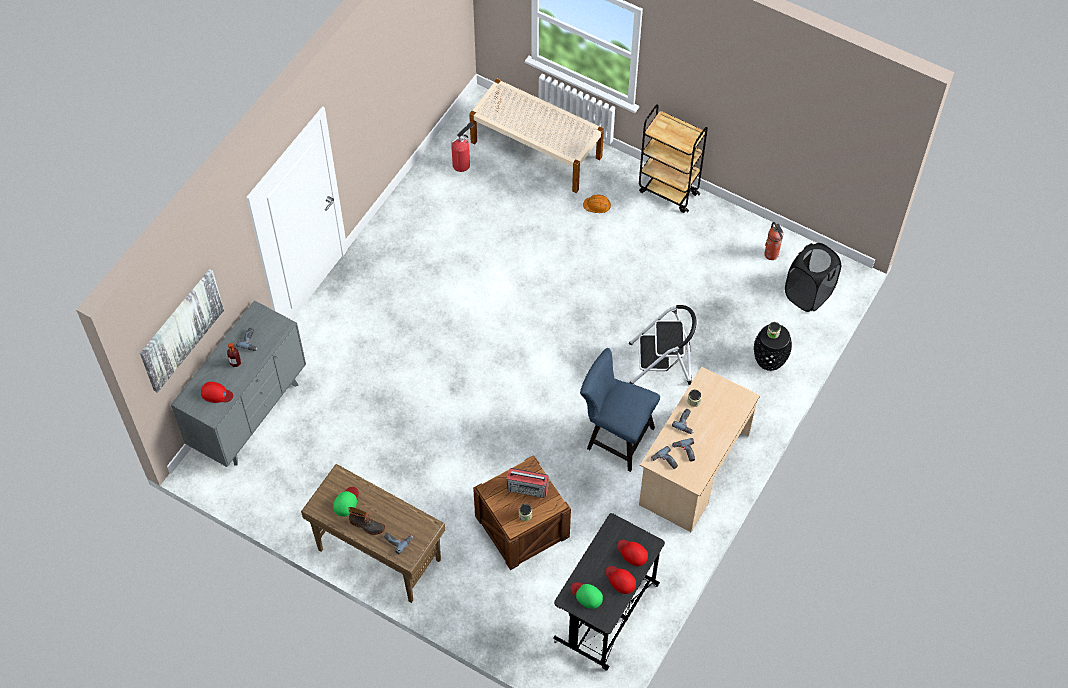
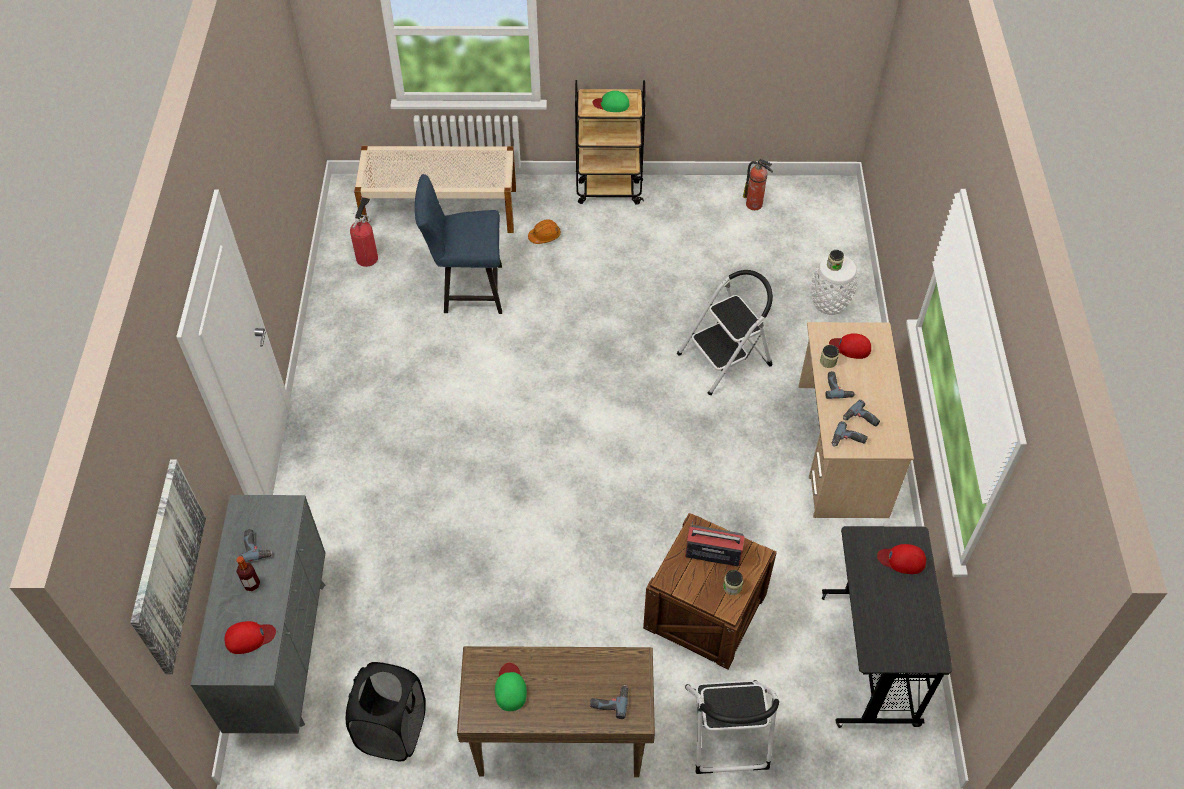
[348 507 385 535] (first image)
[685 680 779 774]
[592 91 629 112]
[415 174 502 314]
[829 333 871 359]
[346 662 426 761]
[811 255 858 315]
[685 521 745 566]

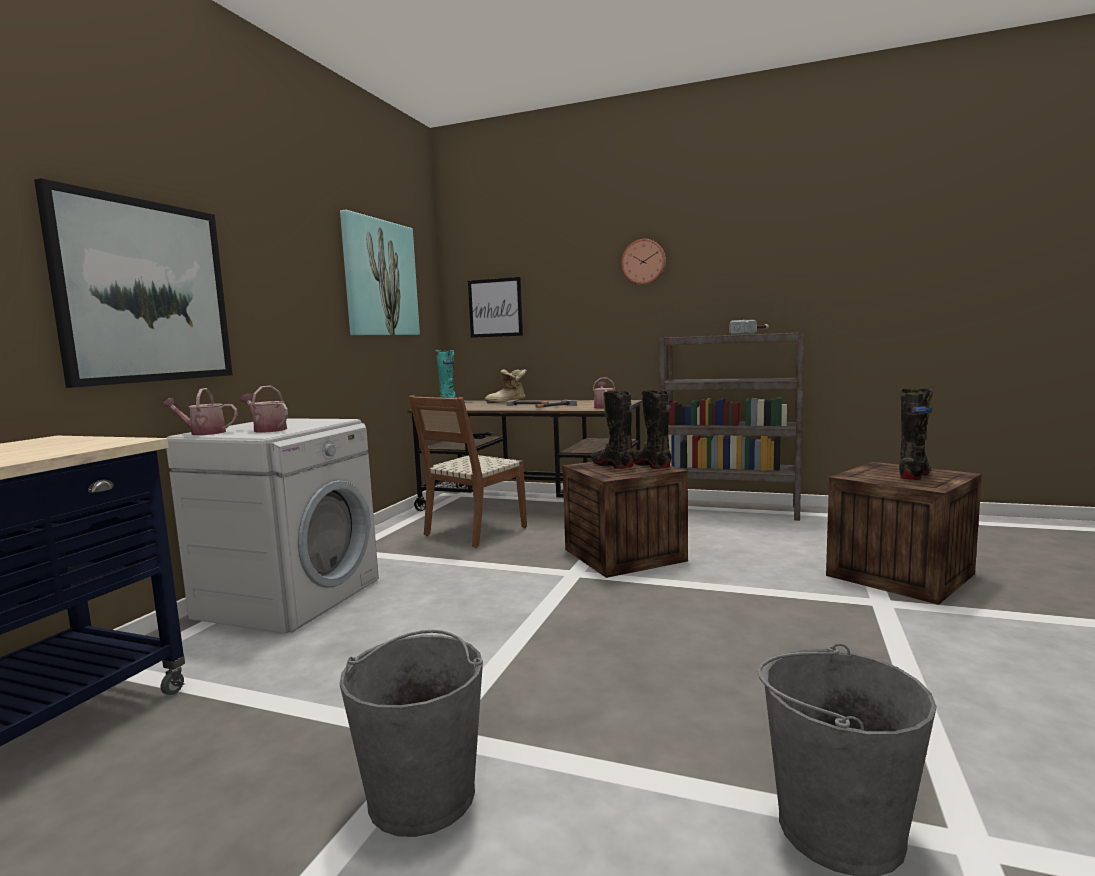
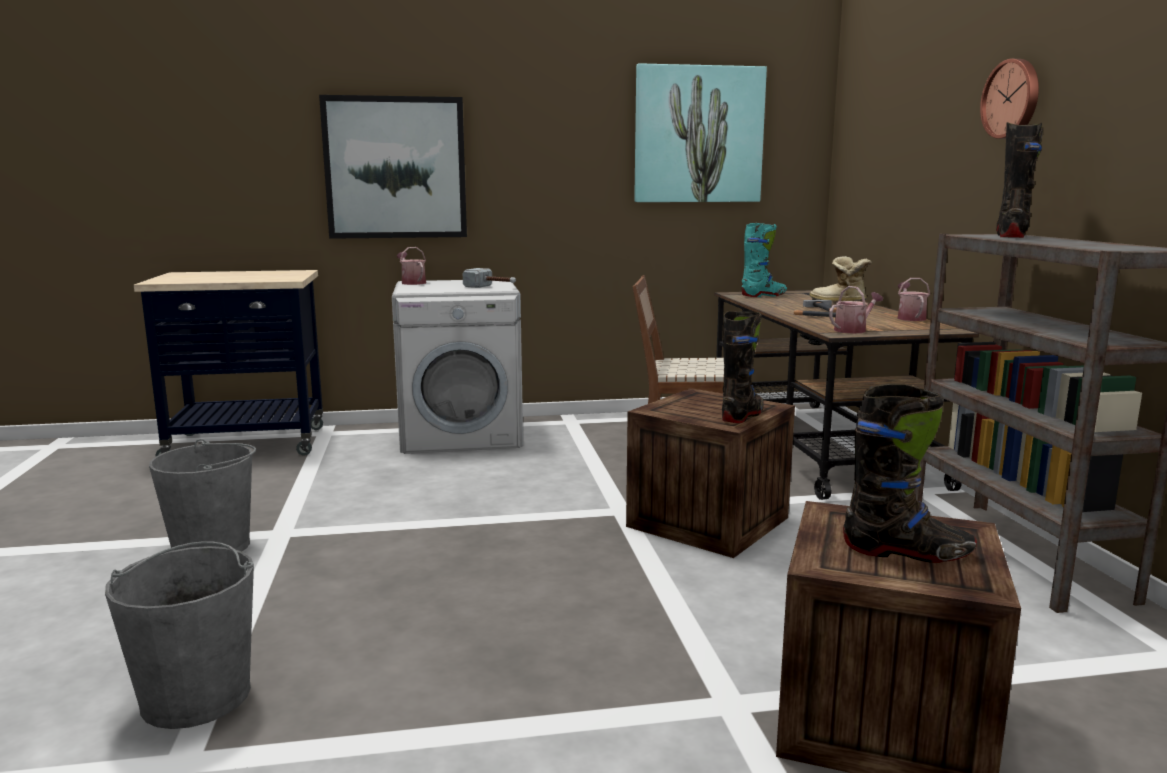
[468 277 523 338] (first image)
[897 278 930 321]
[996 122 1043 238]
[463 268 516 288]

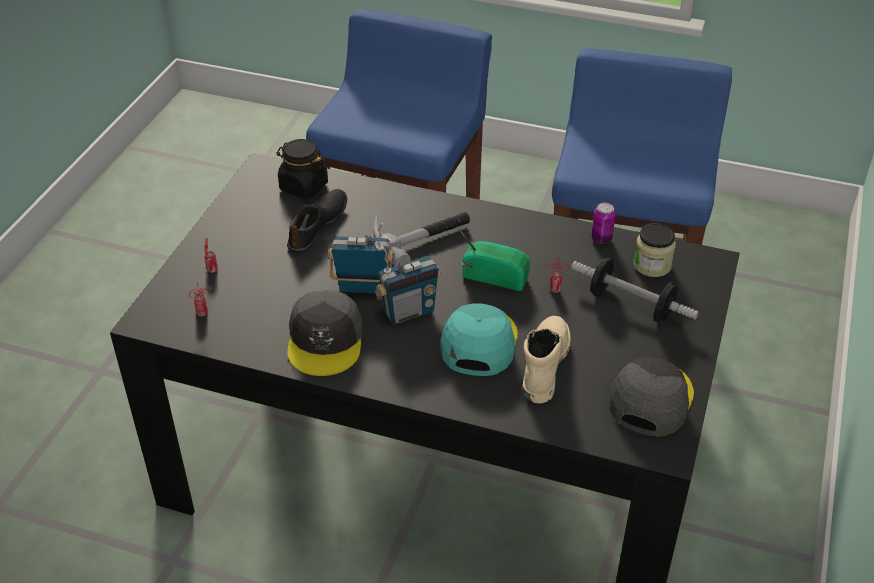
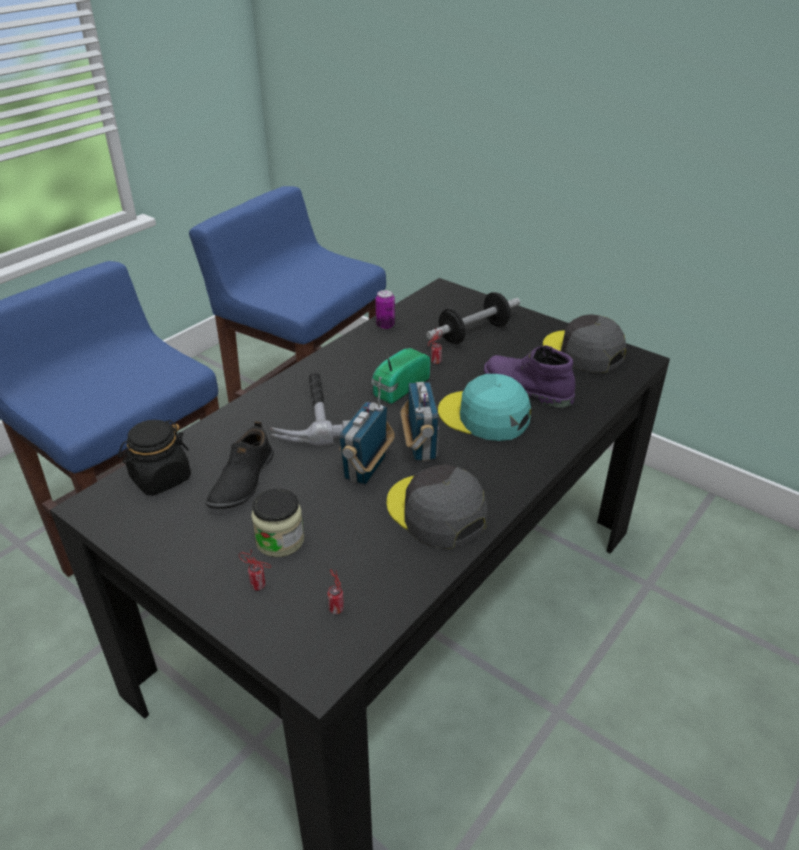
[251 489 304 557]
[484 345 575 408]
[205 421 274 509]
[387 464 487 549]

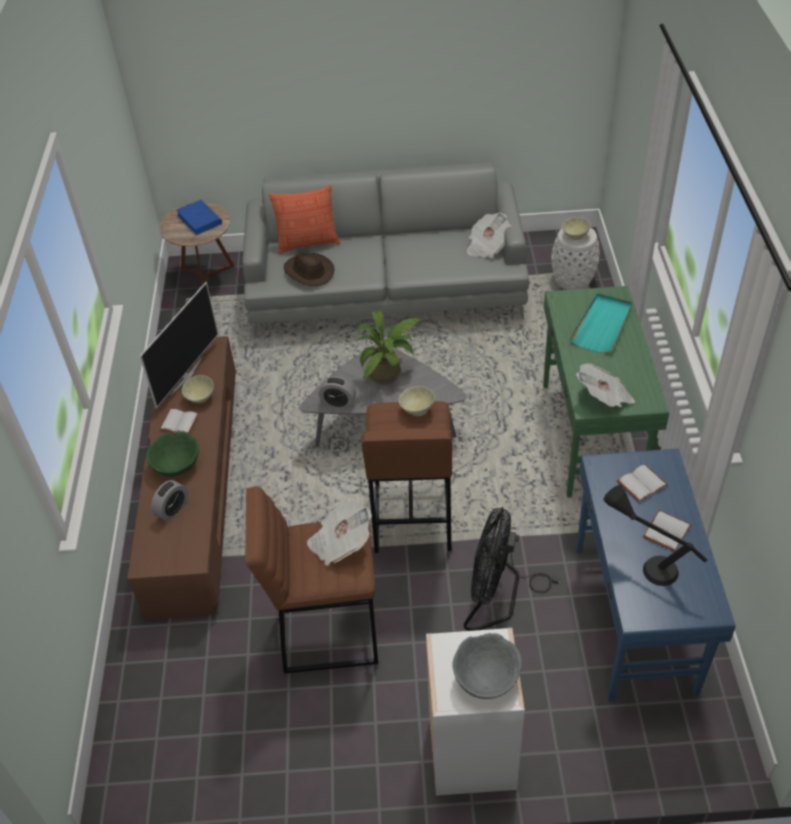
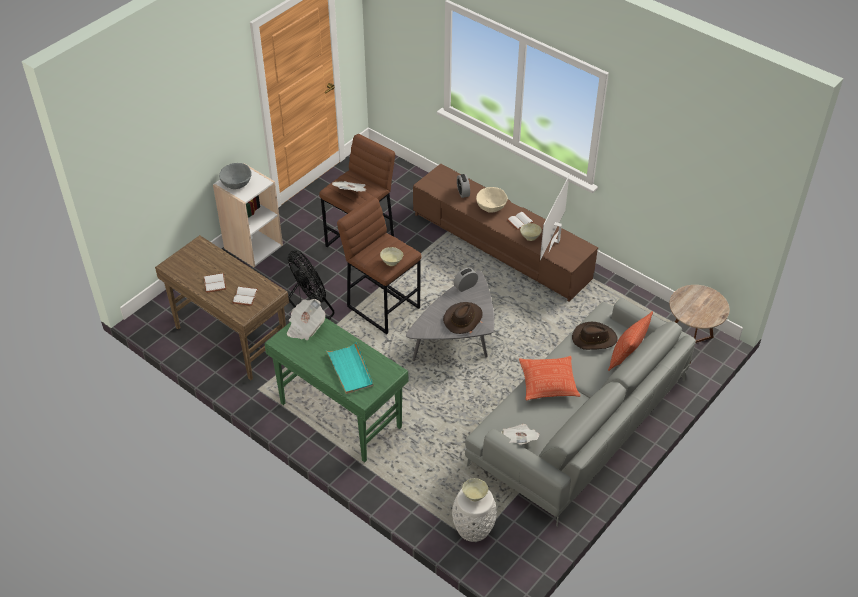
[176 200 222 235] (first image)
[603 485 708 586] (first image)
[519 356 580 401]
[443 302 483 334]
[476 187 508 212]
[155 235 289 380]
[540 176 569 260]

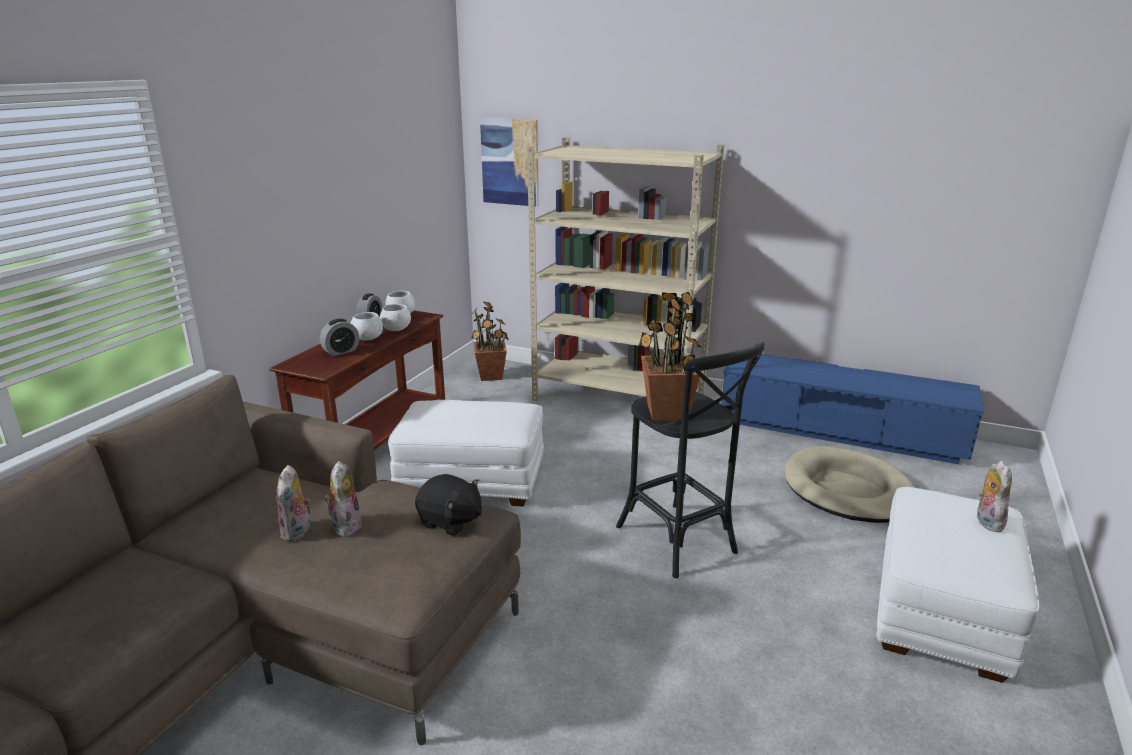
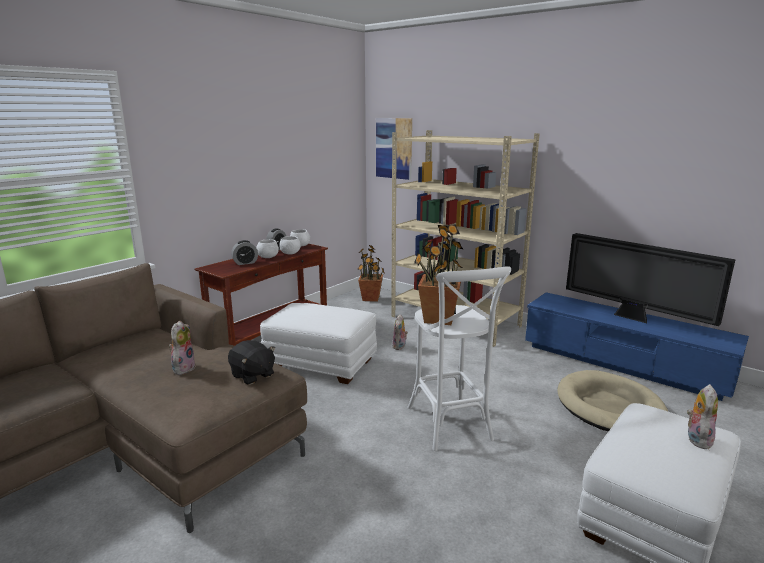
[566 233 736 326]
[392 314 408 350]
[407 266 511 451]

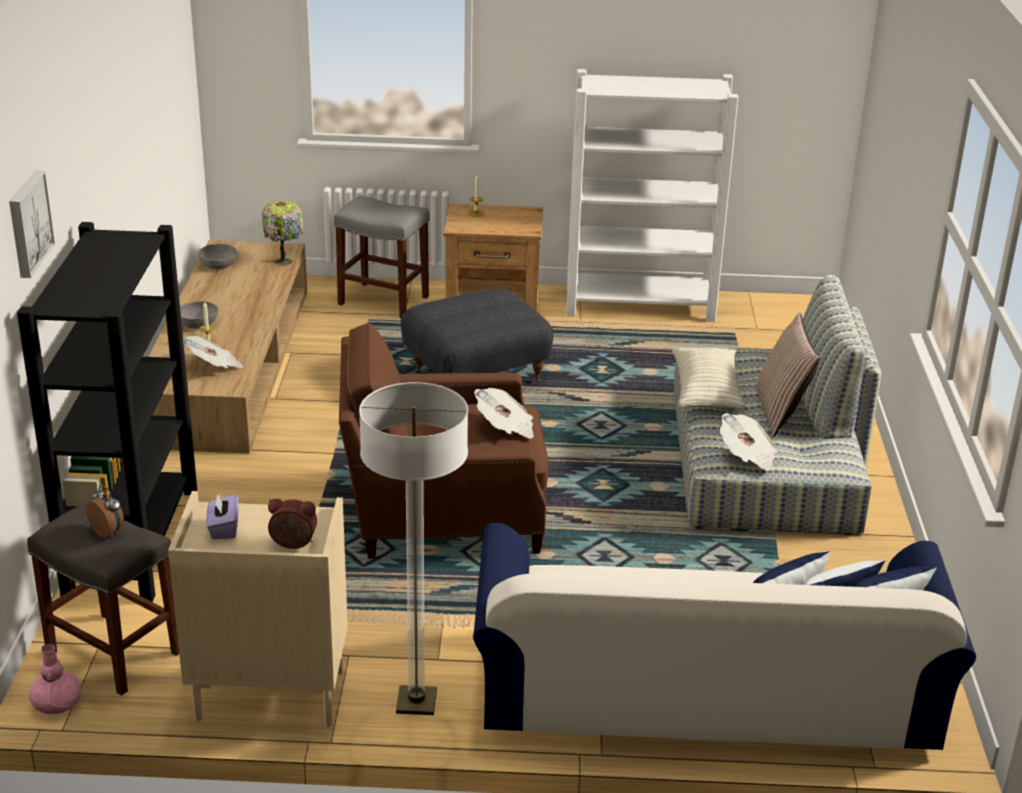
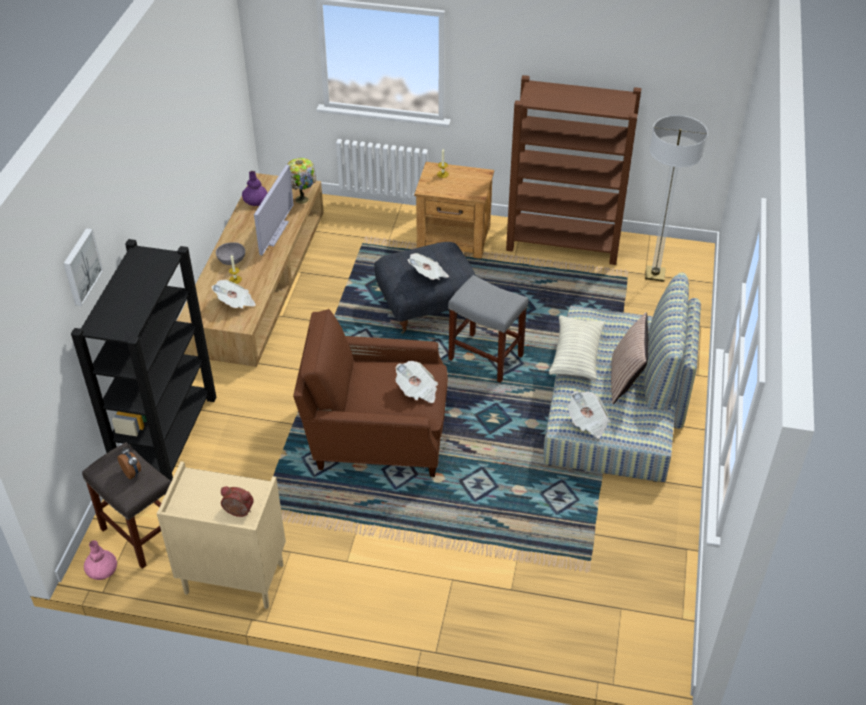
[206 493 239 539] (first image)
[473 523 976 750] (first image)
[254 165 294 255]
[407 253 449 280]
[448 275 528 383]
[645 115 708 282]
[242 171 267 206]
[506 75 641 265]

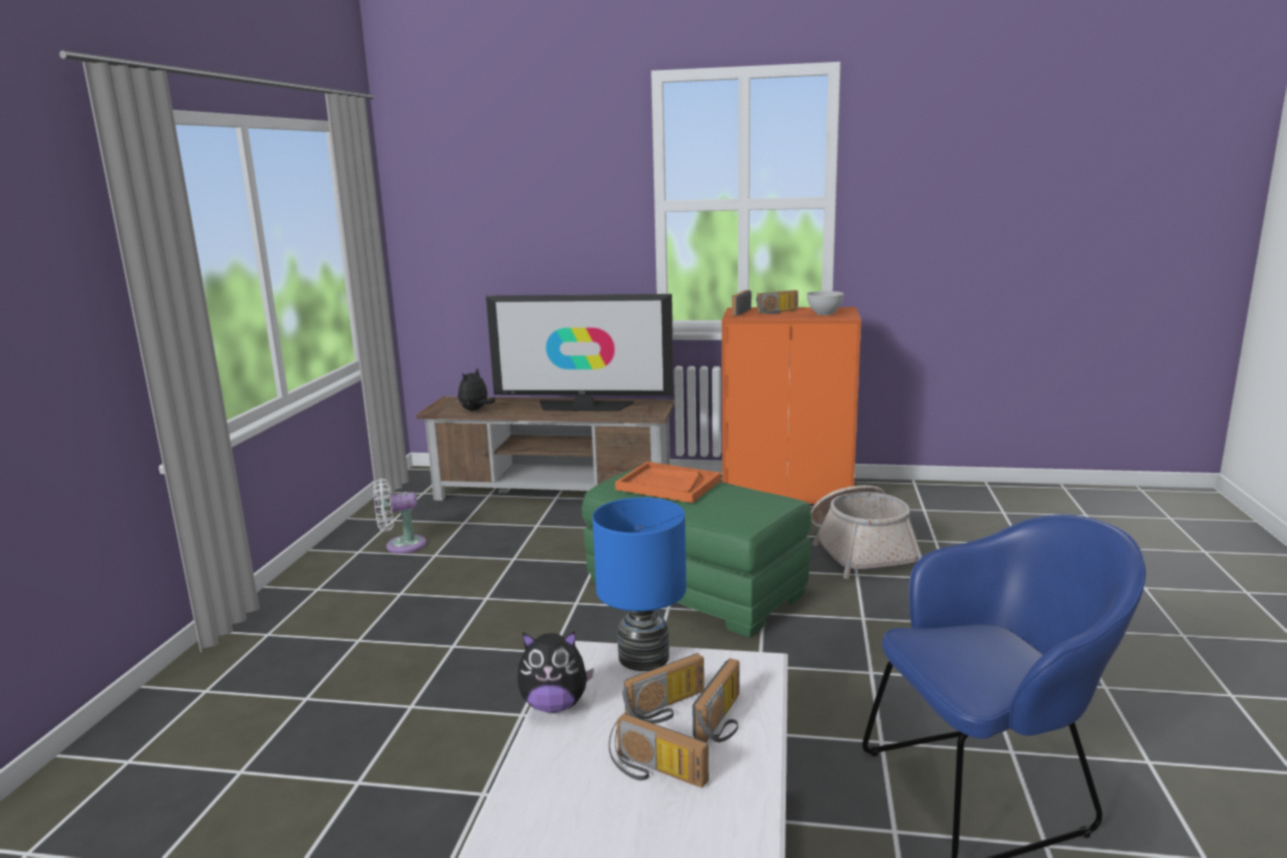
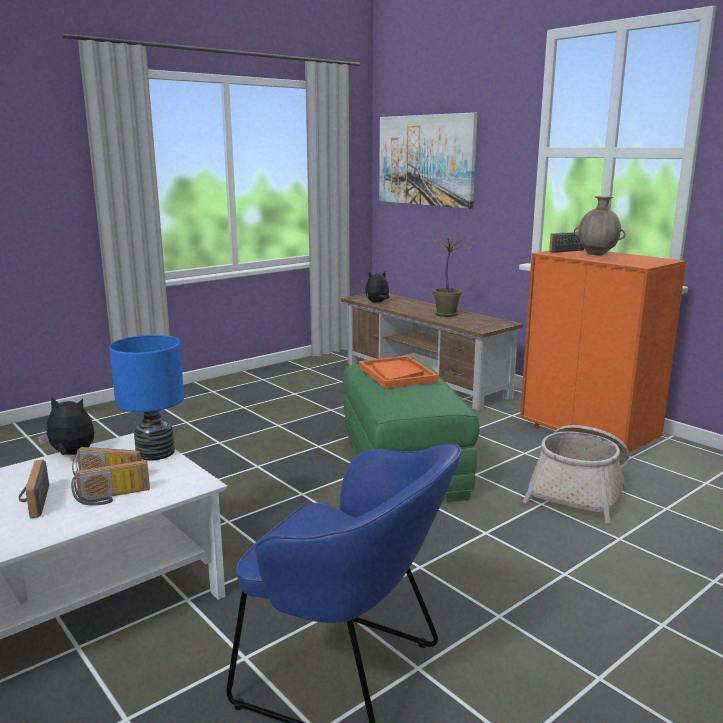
[373 478 427 554] (first image)
[807 291 844 315] (first image)
[379 112 478 209]
[427 233 479 317]
[574 196 625 256]
[38 396 94 455]

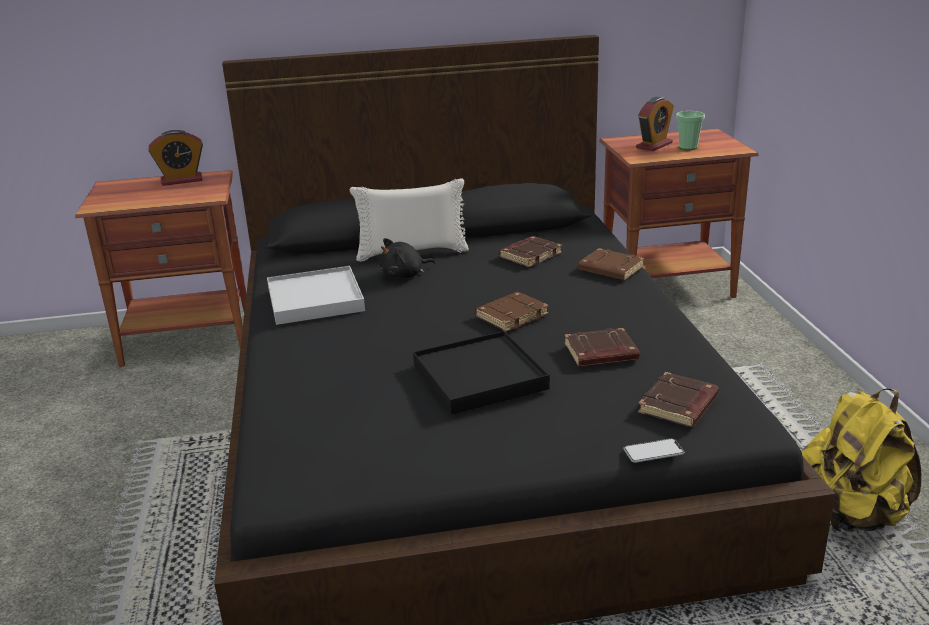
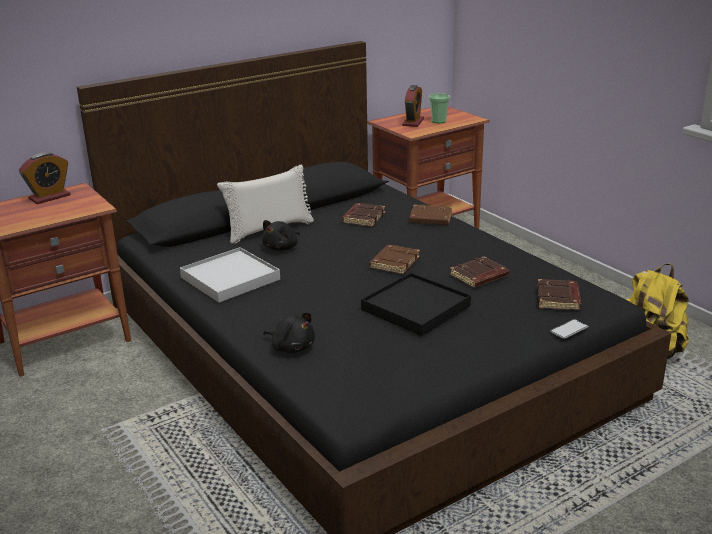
[263 312 315 353]

